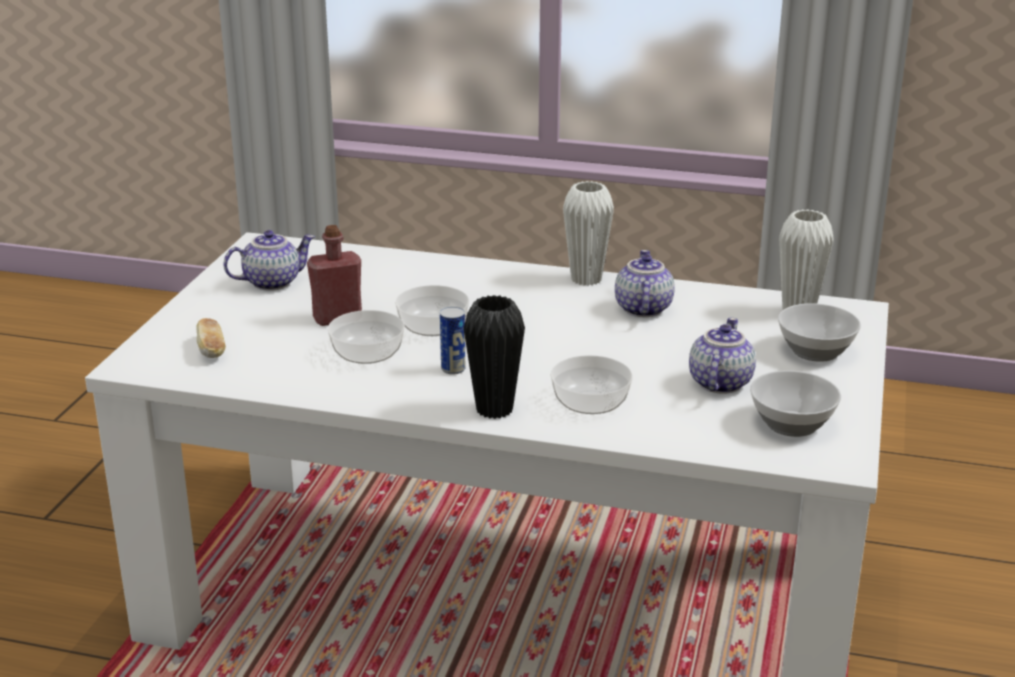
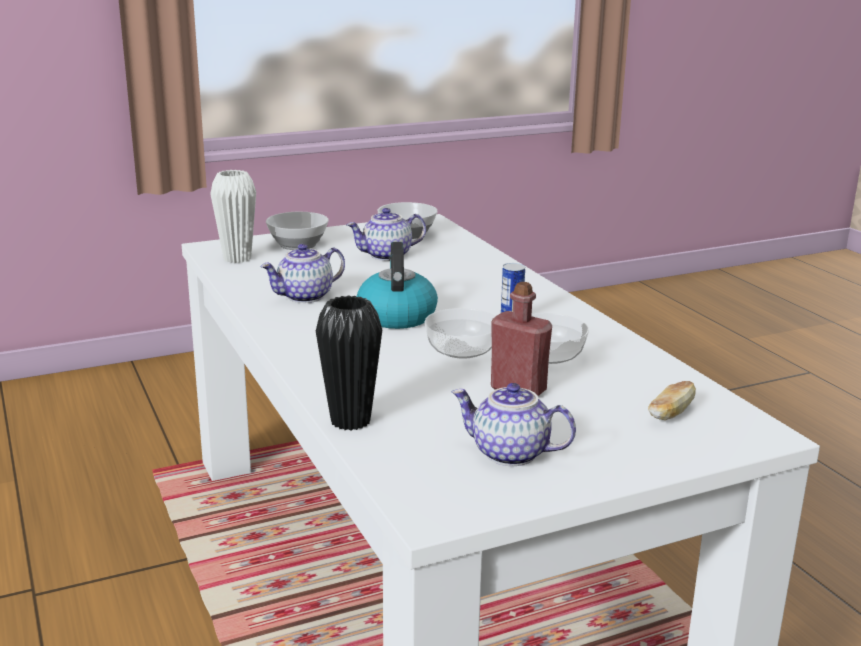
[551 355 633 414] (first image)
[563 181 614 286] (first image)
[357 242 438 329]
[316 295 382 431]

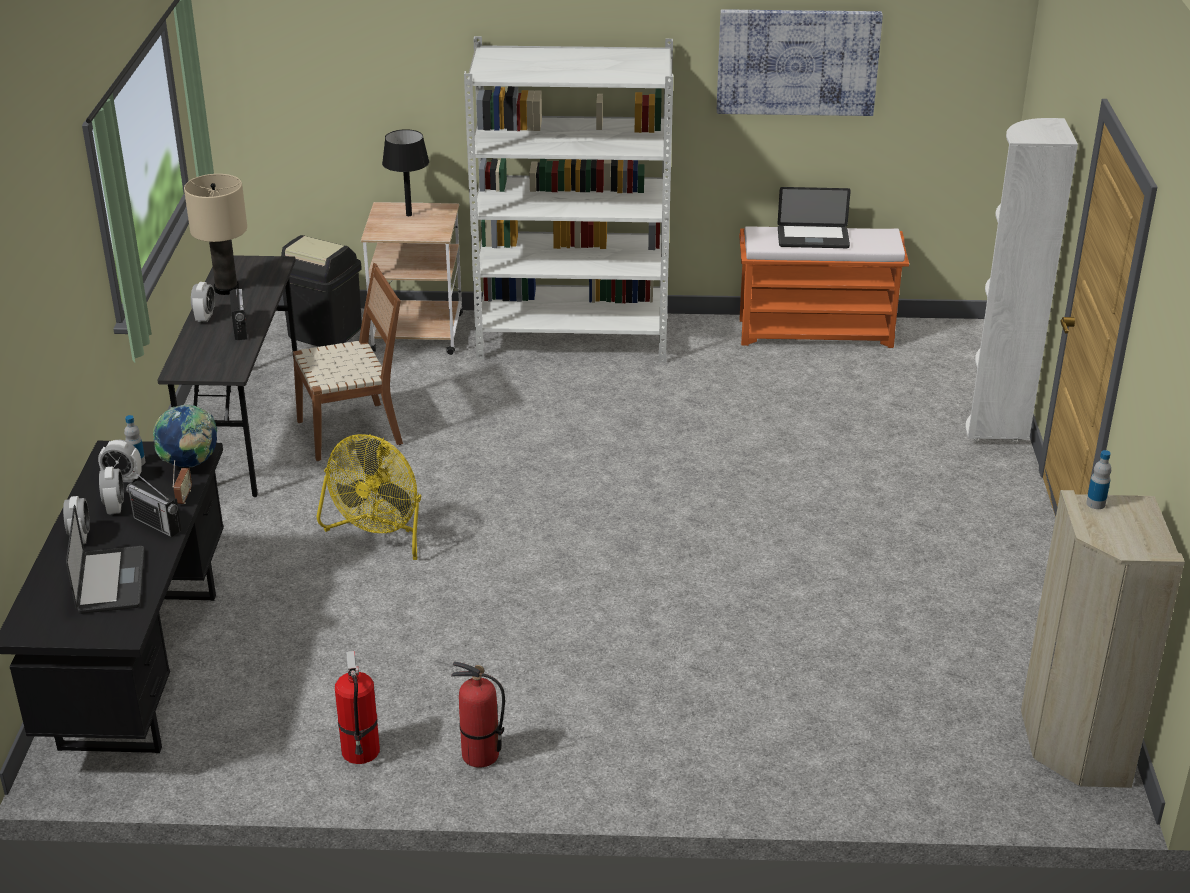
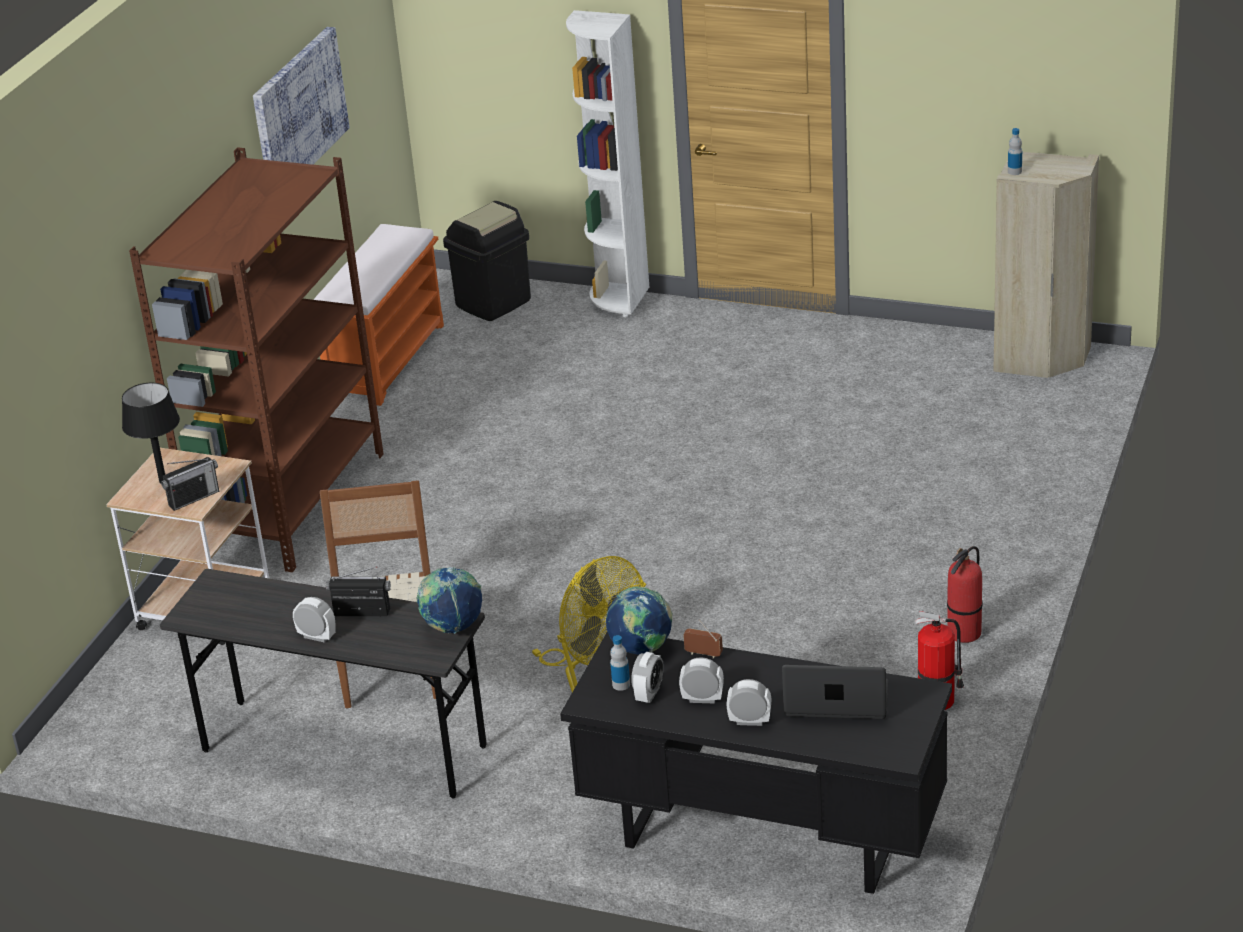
[184 174 247 295] (first image)
[778 187 851 248] (first image)
[416 567 482 634]
[161 457 219 511]
[443 201 531 321]
[129 147 383 572]

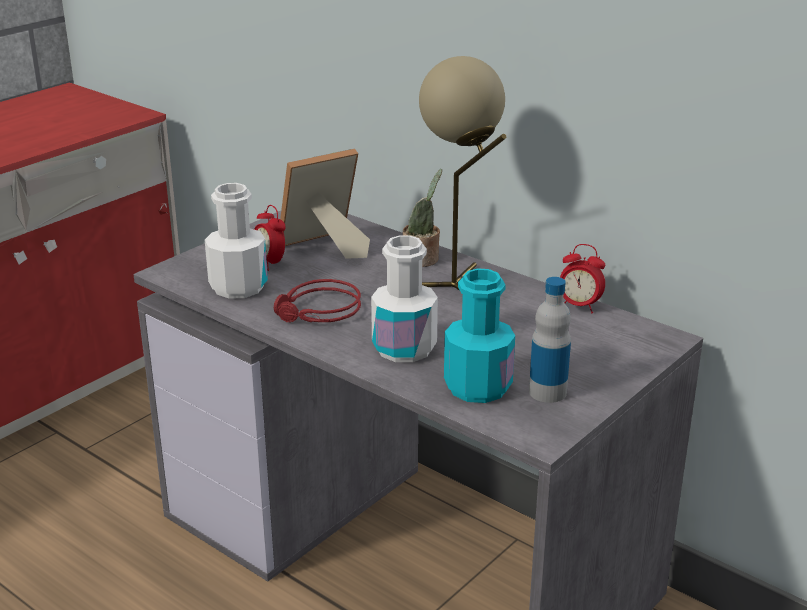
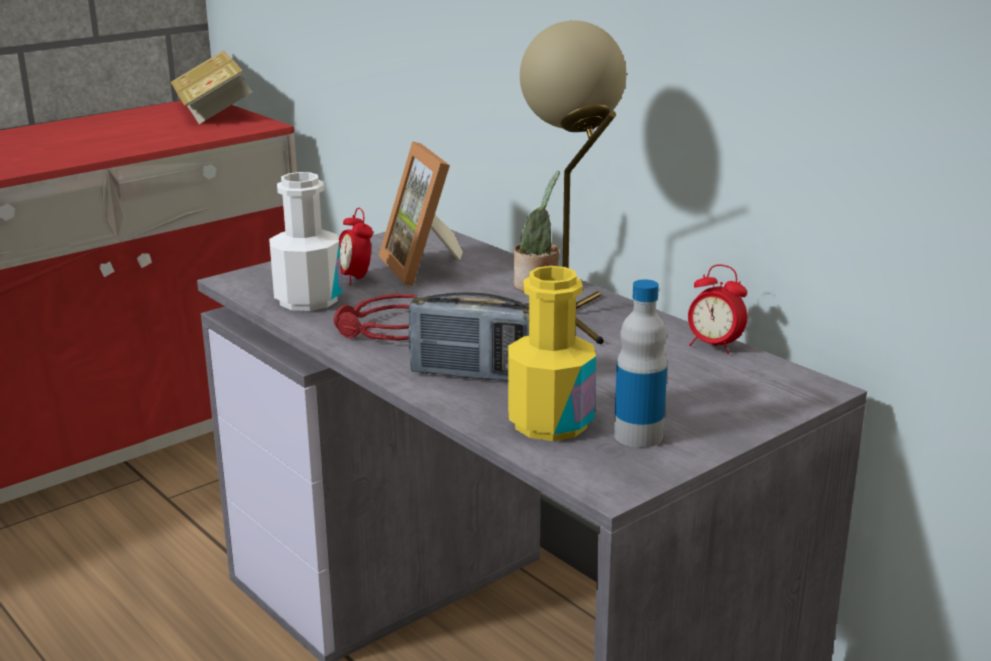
[171 50 252 124]
[409 292 529 381]
[508 266 596 441]
[379 141 463 286]

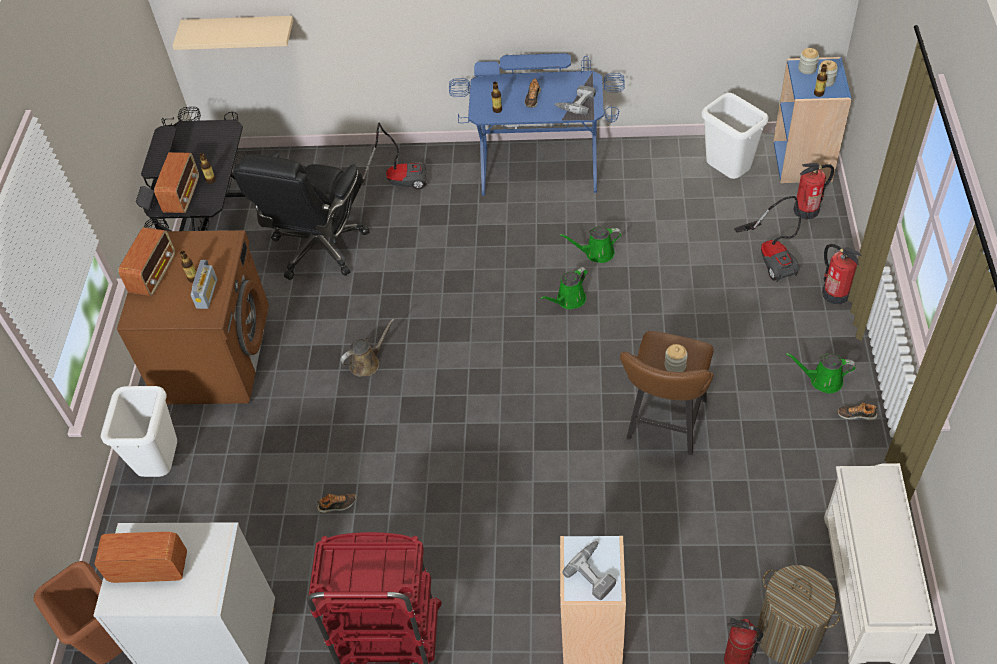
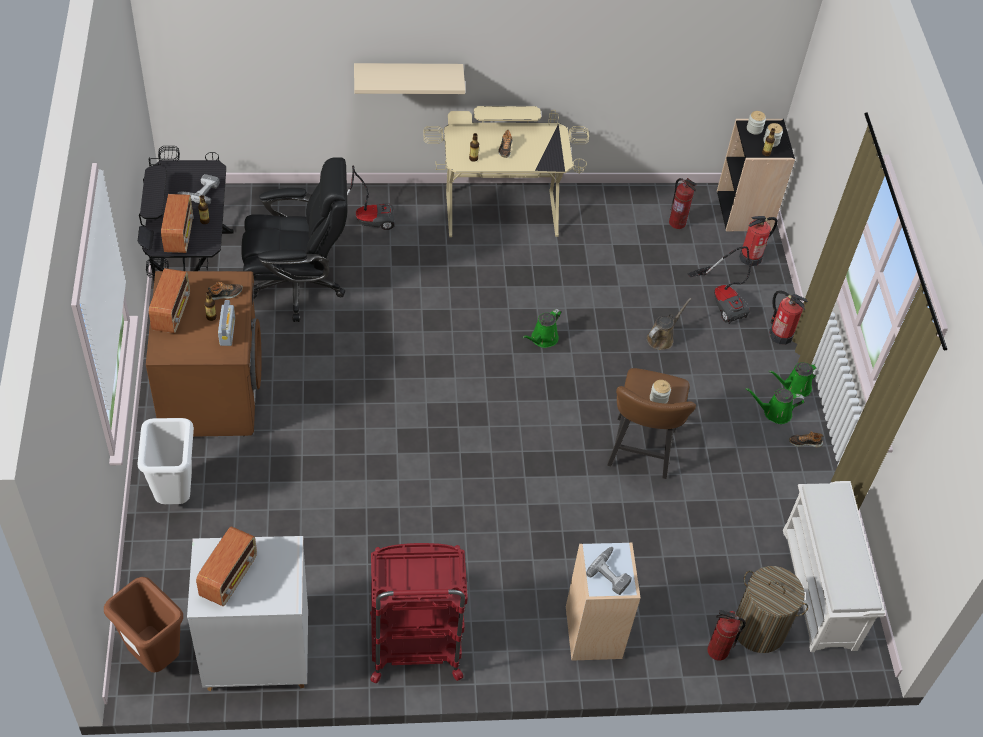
[354 63 465 94]
[208 282 243 300]
[647 298 691 350]
[178 174 220 204]
[769 362 817 397]
[669 178 697 229]
[423 106 589 237]
[717 119 795 231]
[196 526 257 606]
[241 157 348 322]

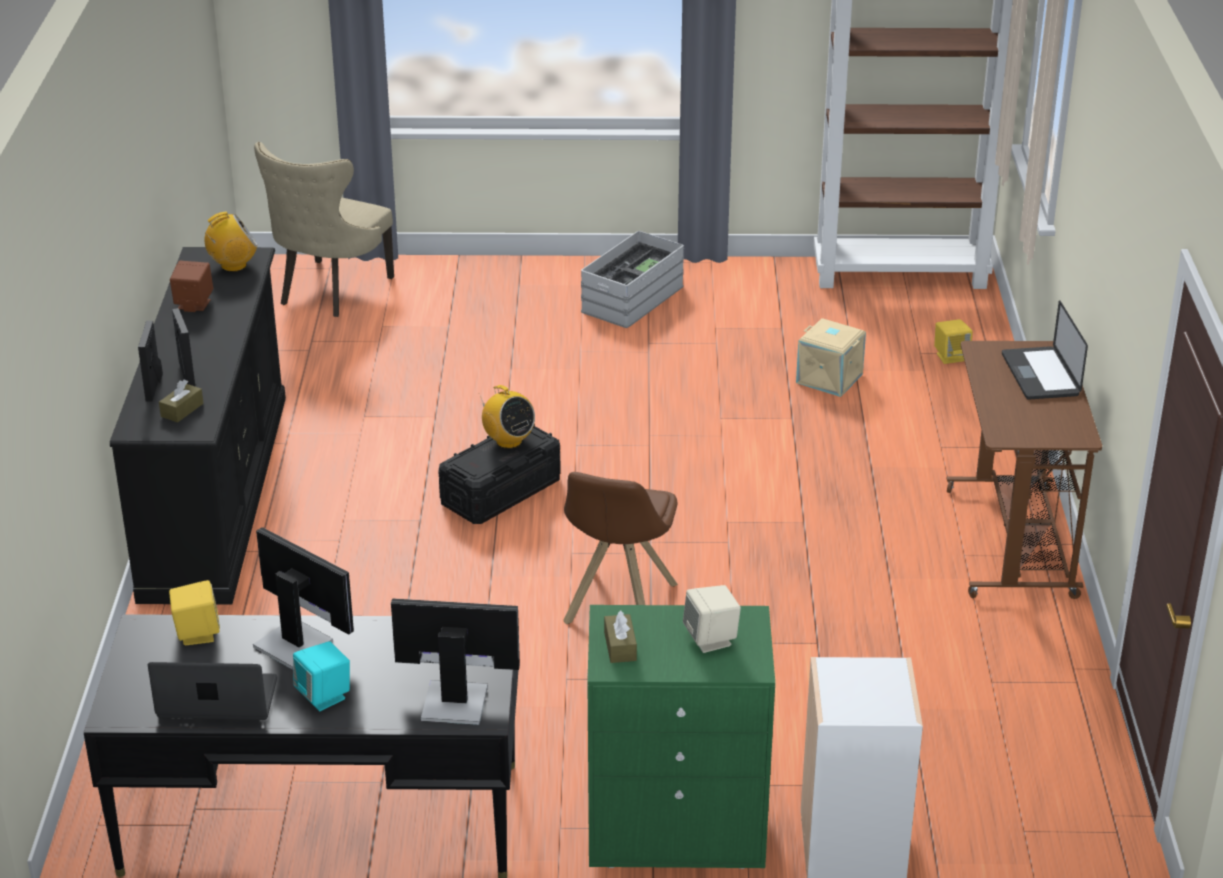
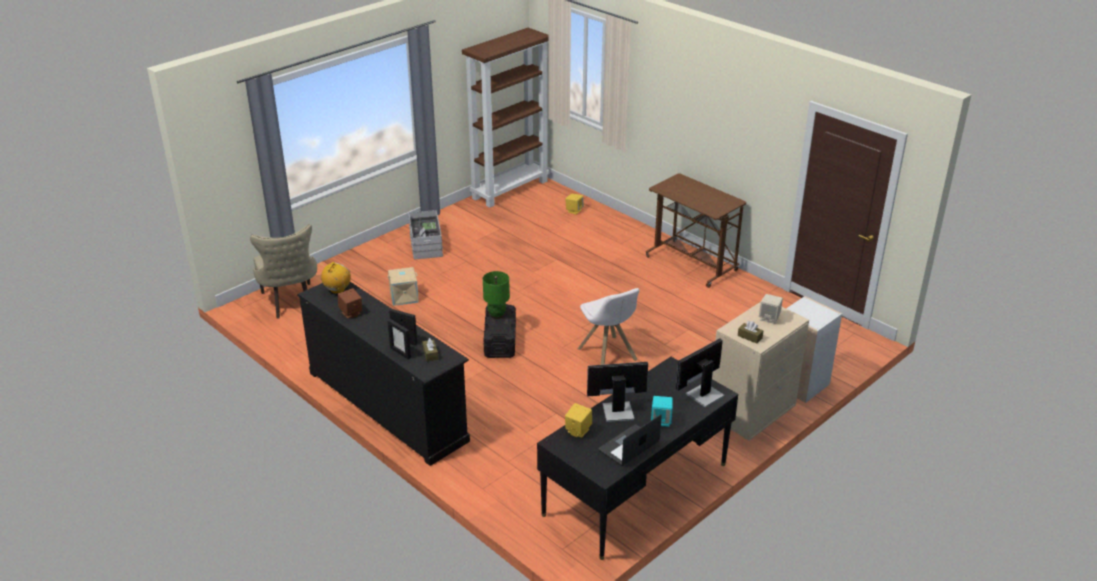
[1002 300 1088 400] (first image)
[388 267 419 306]
[483 271 510 319]
[578 288 639 365]
[712 302 809 441]

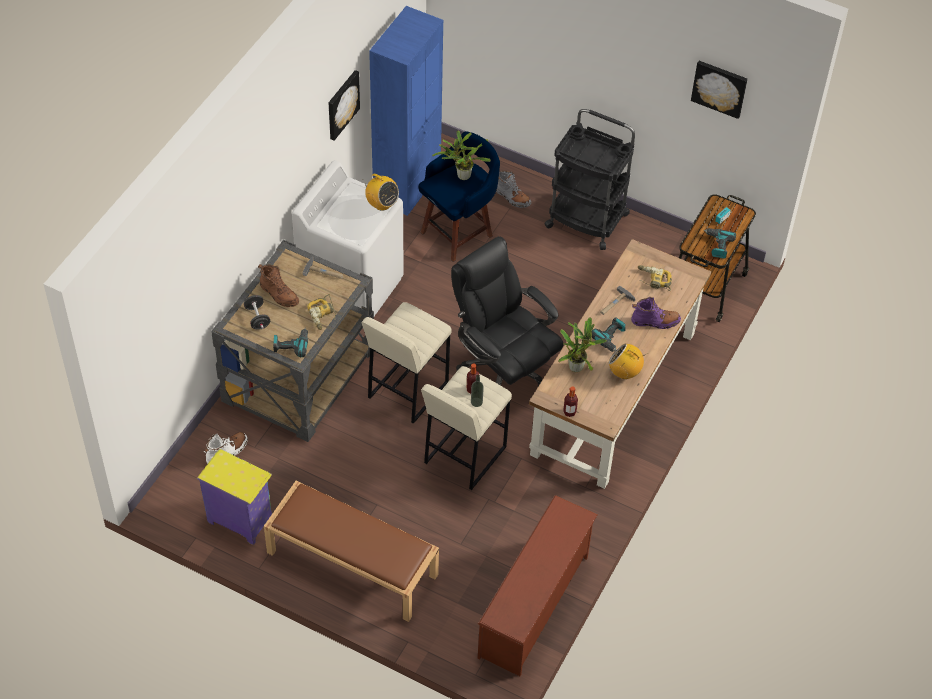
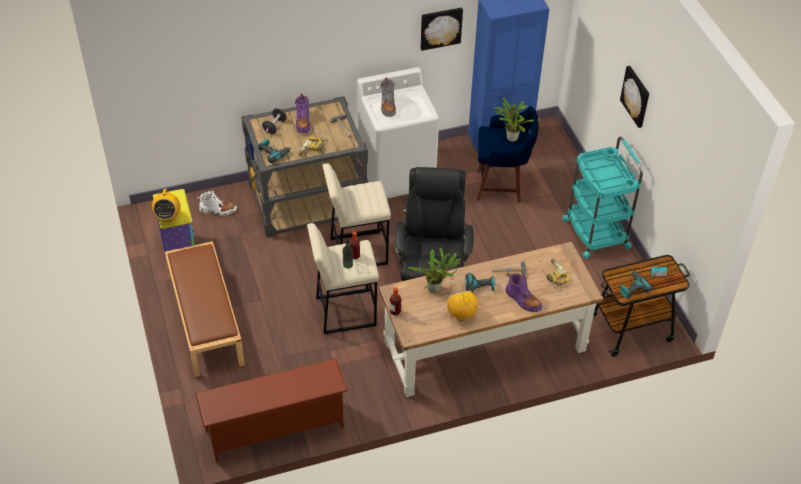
[152 189 180 222]
[381 78 396 117]
[620 66 649 128]
[295 94 310 133]
[562 137 643 259]

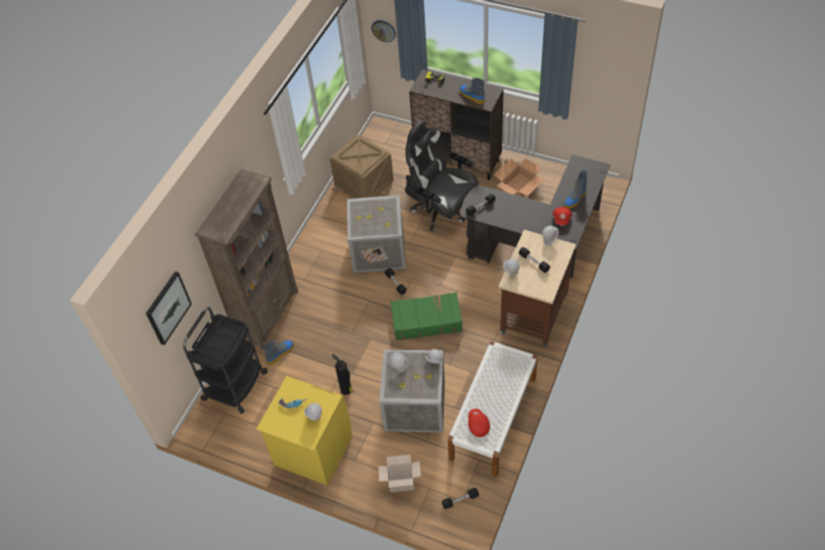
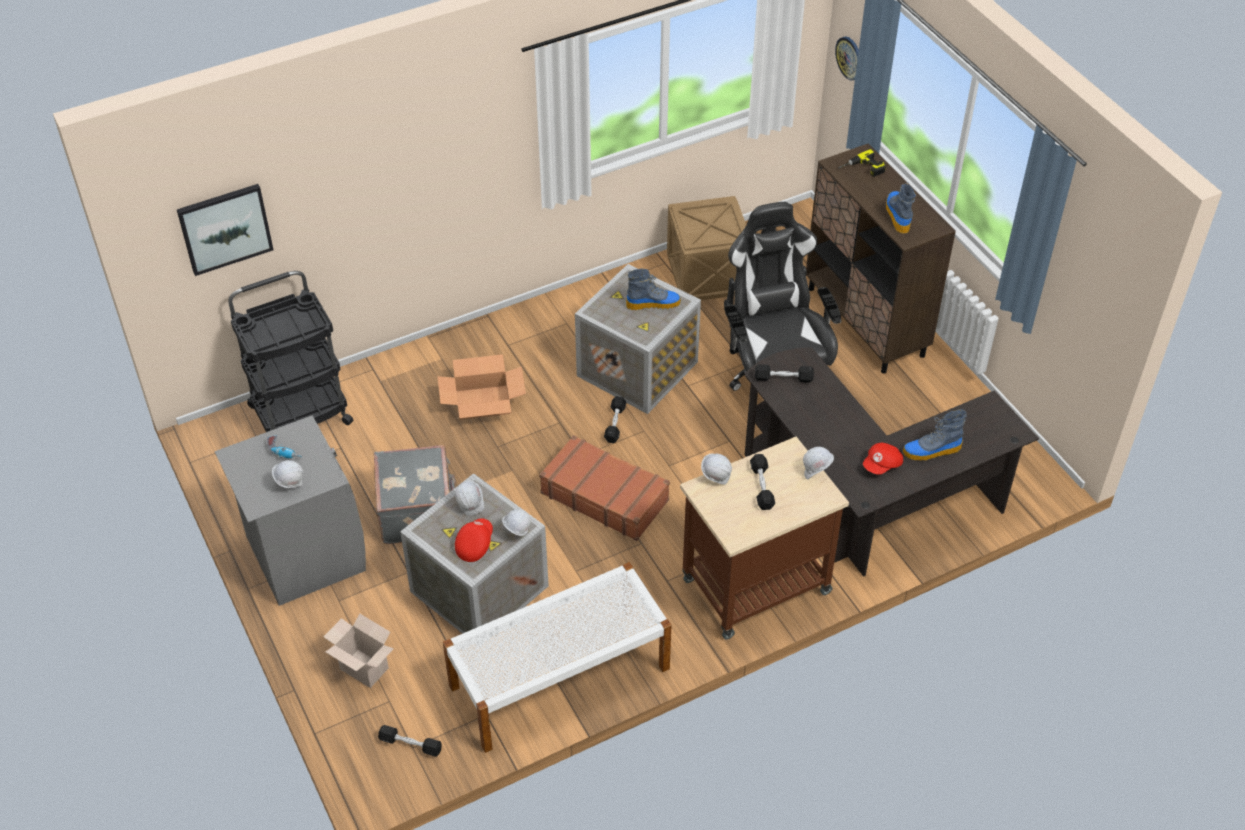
[195 169 298 350] (first image)
[626 268 681 310]
[455 518 493 562]
[437 354 526 420]
[374 445 456 544]
[215 415 366 606]
[539 435 670 541]

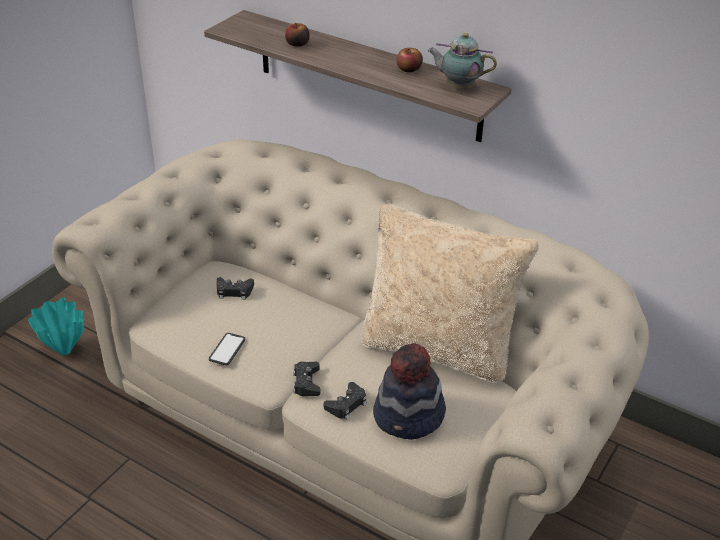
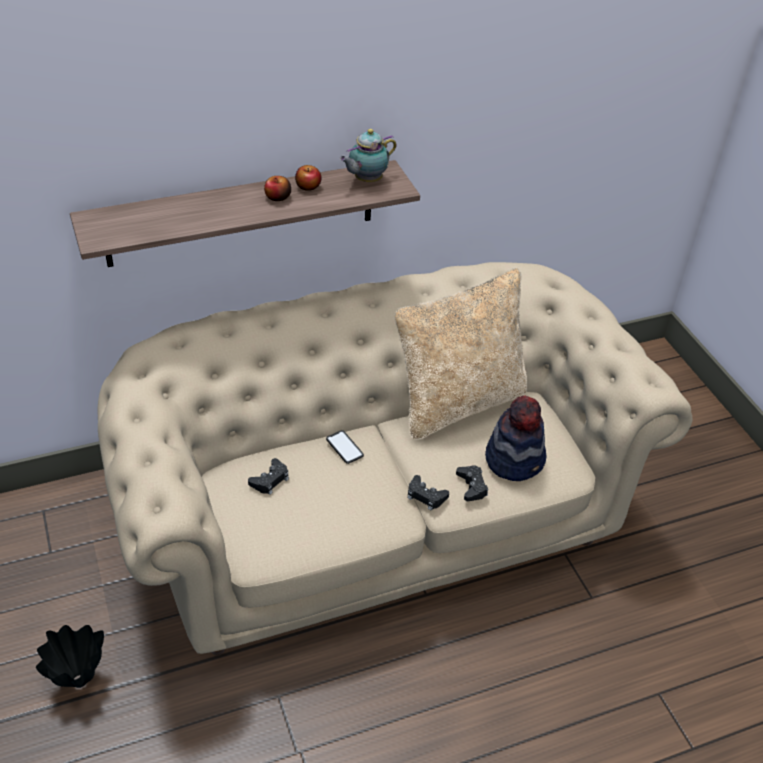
[326 430 364 464]
[264 176 291 201]
[36 625 104 688]

